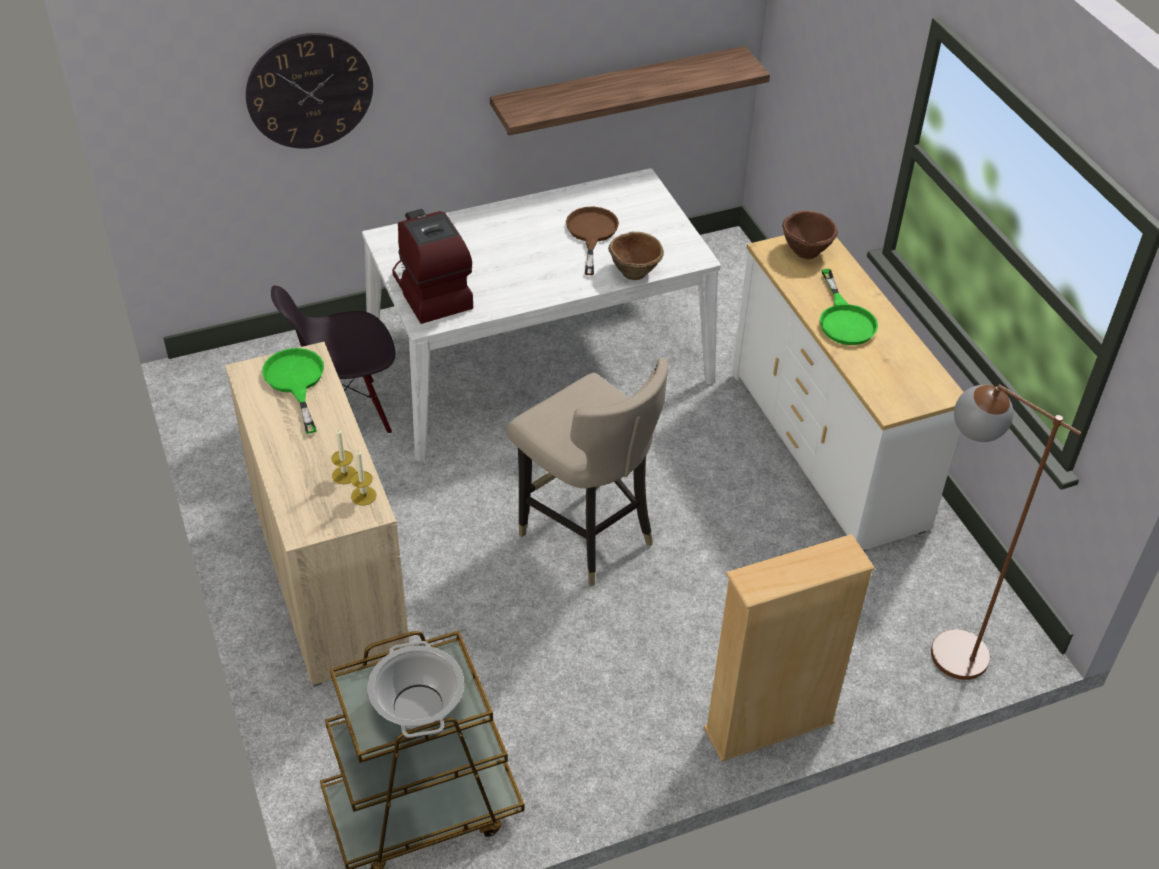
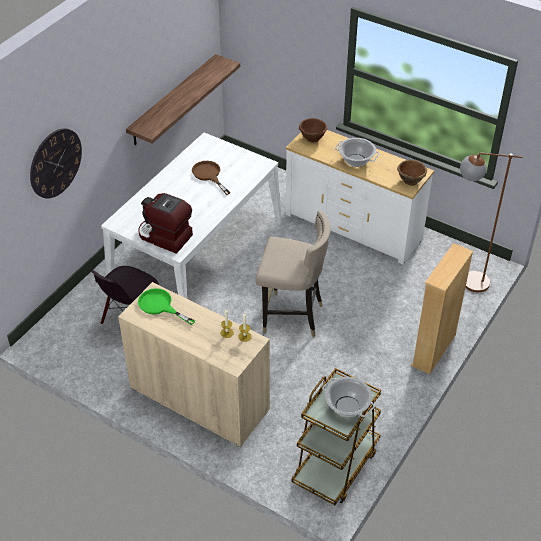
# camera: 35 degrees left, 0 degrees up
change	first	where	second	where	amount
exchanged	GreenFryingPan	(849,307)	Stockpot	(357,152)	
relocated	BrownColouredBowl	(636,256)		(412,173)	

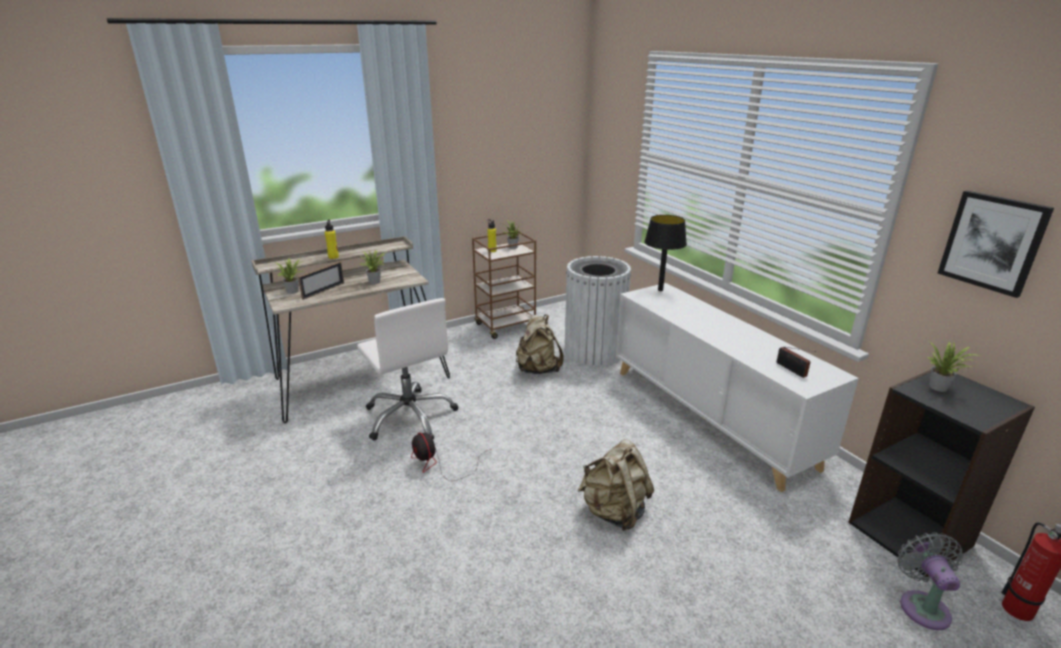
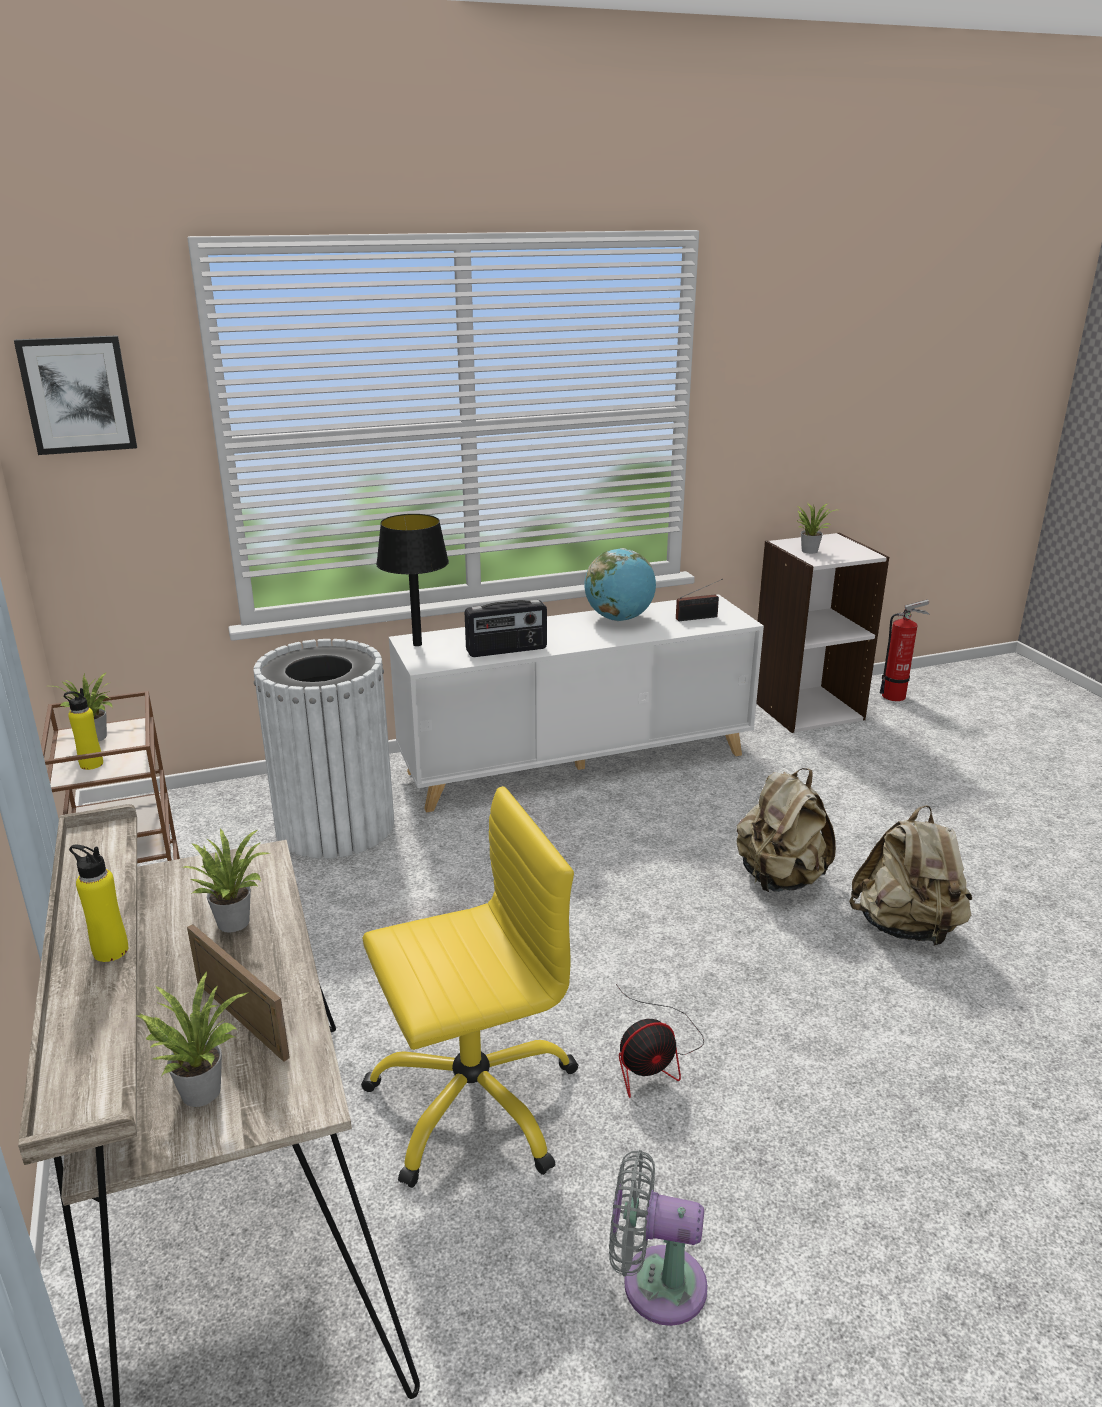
# camera: 80 degrees left, 0 degrees up
change	first	where	second	where	amount
relocated	Picture	(996,244)		(75,395)	
colour	WhiteComputerChair	(408,369)	YellowishComputerChair	(470,987)	
appeared			RadioSet	(506,628)	
appeared			DeskGlobe	(620,584)	
relocated	GrayCoolingFan	(930,581)		(658,1238)	
colour	BlackColouredBookshelf	(941,473)	WhiteBookshelf	(822,633)	
relocated	BeigeColouredKnapsack	(540,344)		(910,875)	

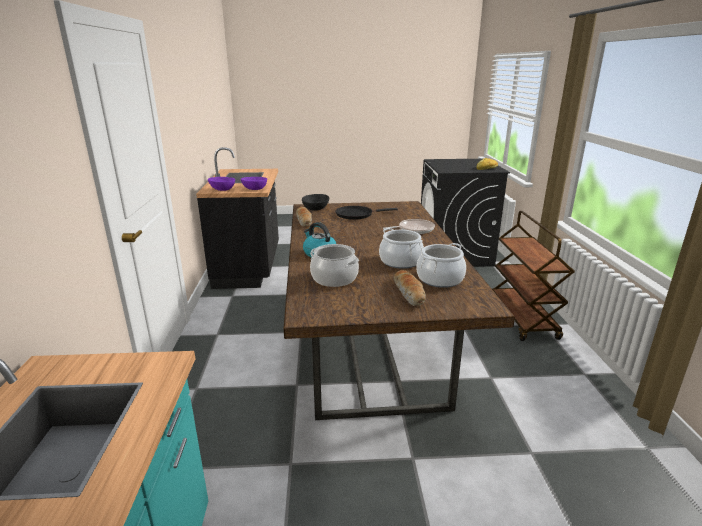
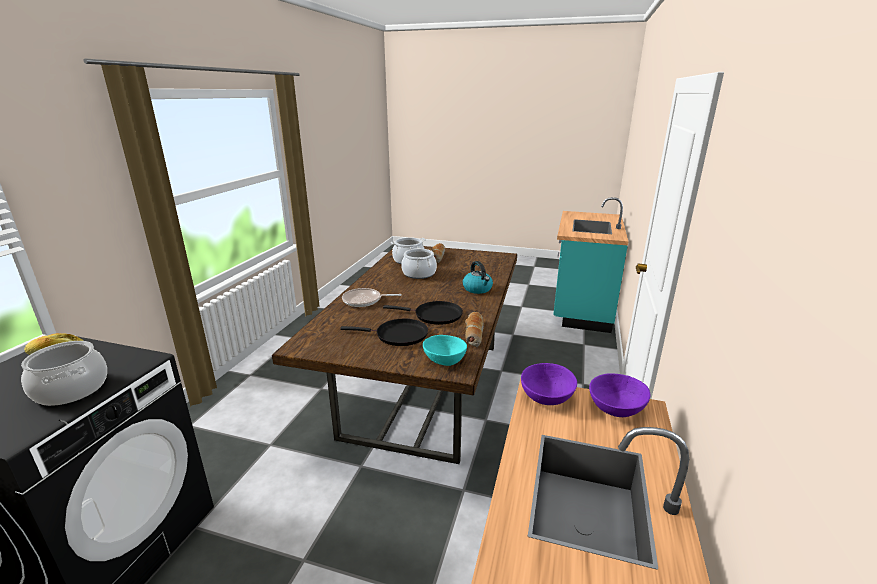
# camera: 160 degrees left, 0 degrees up
change	first	where	second	where	amount
relocated	Stockpot	(334,265)		(64,373)	
appeared			BlackColouredFryingPan	(423,313)	
colour	BlackColouredBowl	(315,202)	TurquoiseBowl	(445,350)	
missing	BrownColouredCart	(533,276)			

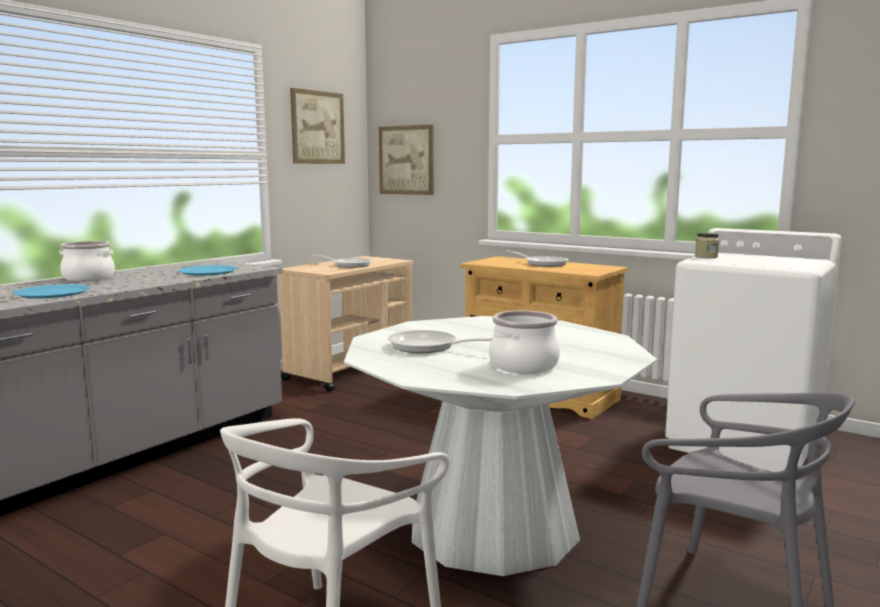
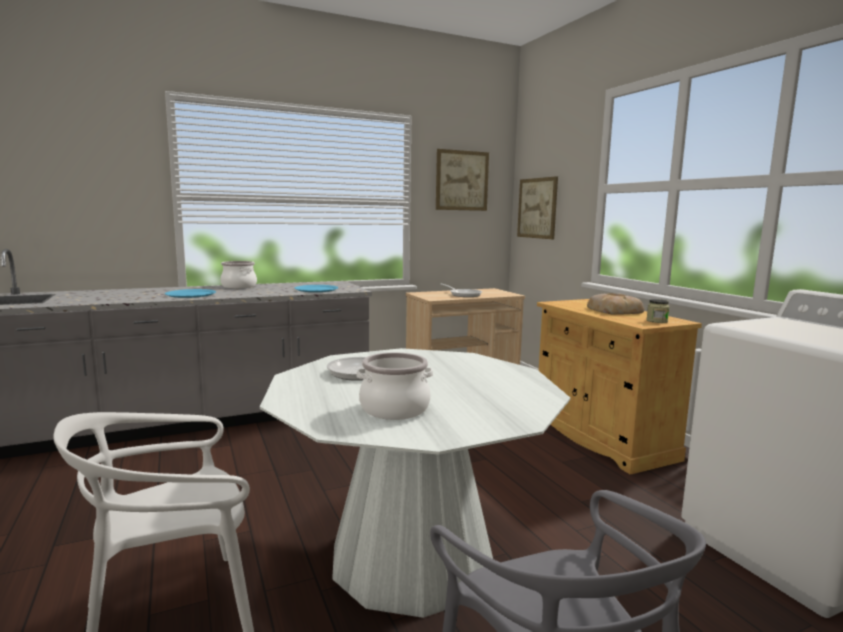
# camera: 30 degrees right, 0 degrees up
change	first	where	second	where	amount
exchanged	FryingPan	(537,258)	BakeryBread	(615,304)	
relocated	Jar	(707,245)		(657,311)	

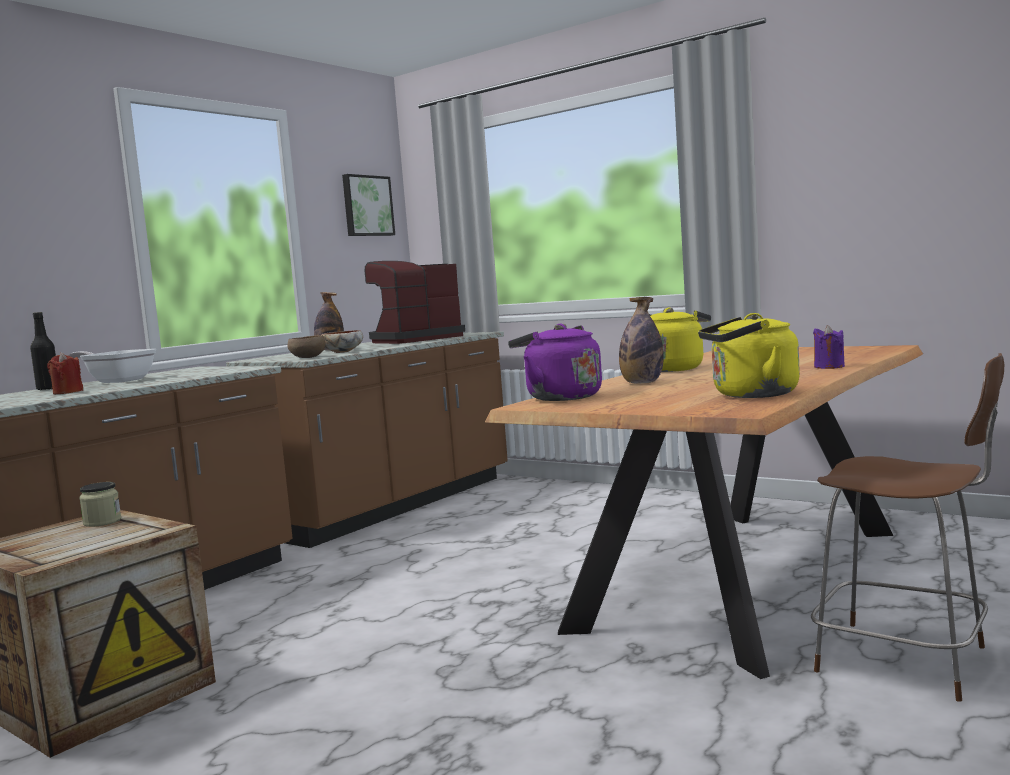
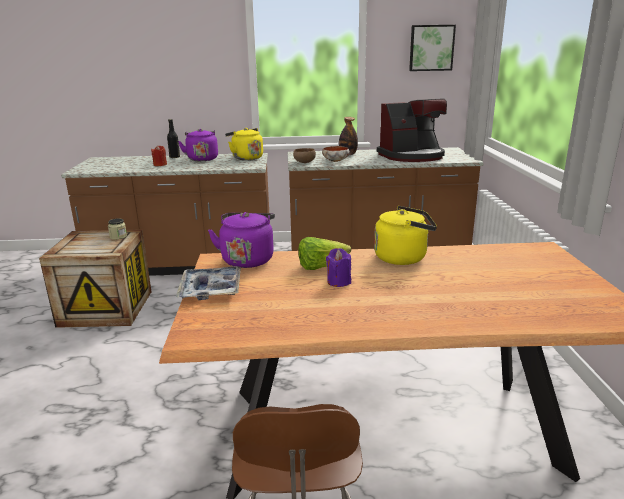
# camera: 50 degrees right, 15 degrees up
change	first	where	second	where	amount
appeared			Tray	(208,283)	
exchanged	FryingPan	(112,366)	PurpleColouredKettle	(198,145)	
relocated	YellowishKettle	(749,355)		(244,144)	
exchanged	Bottle	(641,340)	HeadOfLettuce	(324,253)	
relocated	PurpleColouredCandle	(829,347)		(338,267)	
spun	CoffeeBrewer	(415,302)		(412,130)	150 degrees clockwise

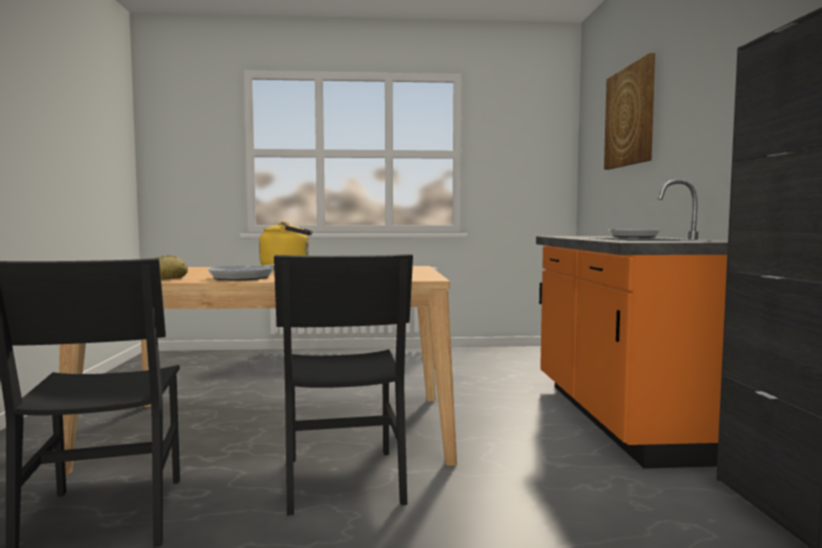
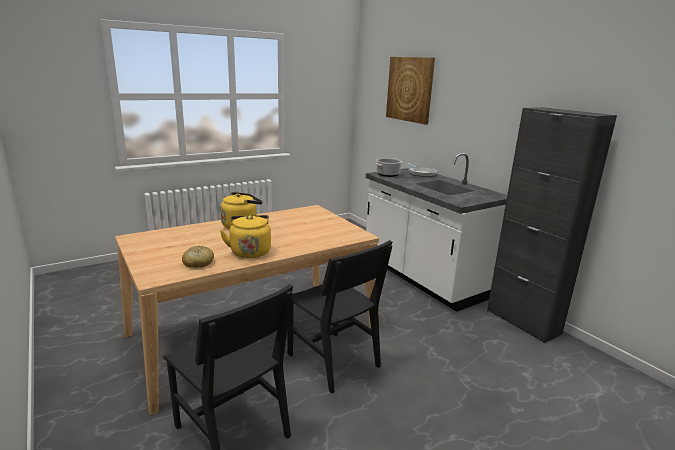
# camera: 30 degrees left, 15 degrees up
change	first	where	second	where	amount
exchanged	FryingPan	(241,272)	YellowishKettle	(245,236)	
colour	OrangeyKitchenBaseUnit	(632,324)	WhiteKitchenBaseUnit	(436,232)	
appeared			Stockpot	(388,167)	

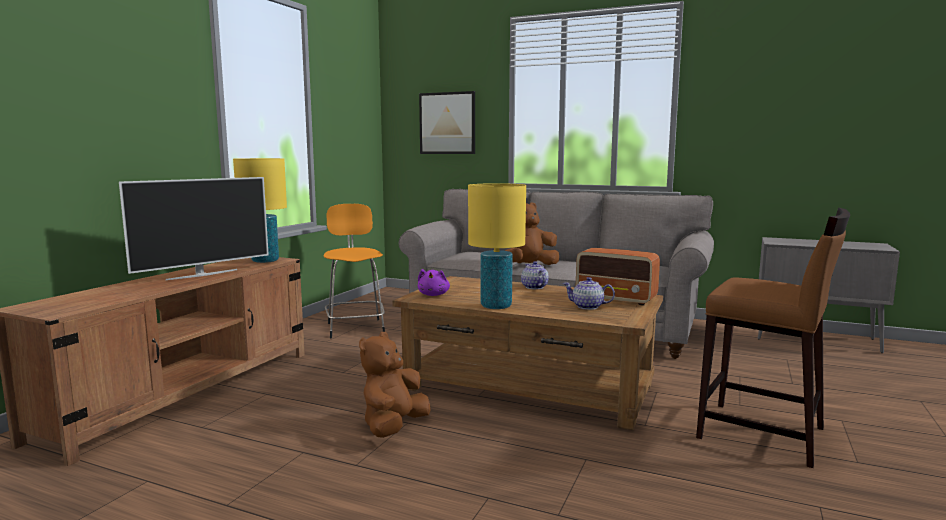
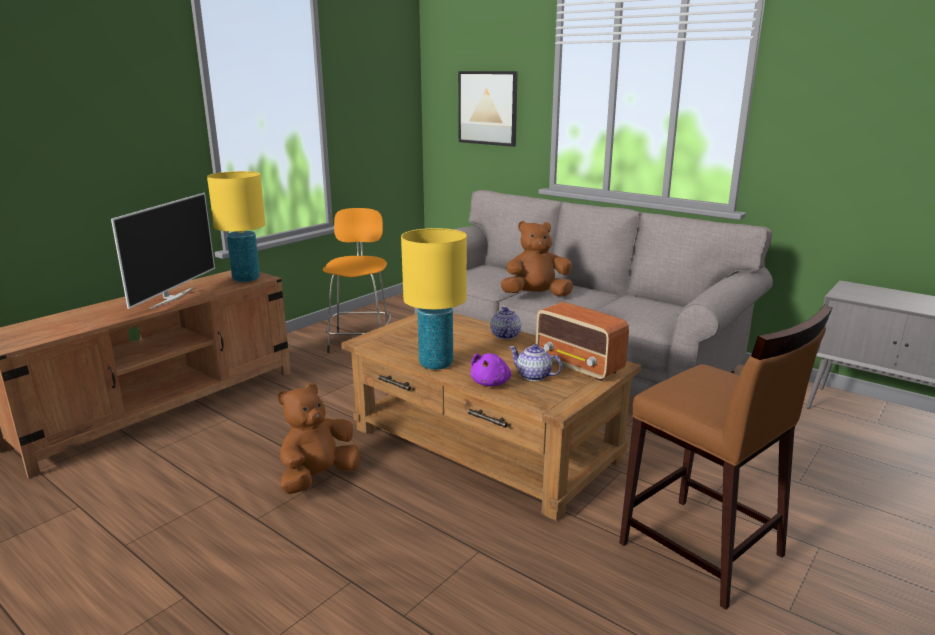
# camera: 15 degrees right, 10 degrees up
change	first	where	second	where	amount
spun	Television	(194,228)		(163,251)	45 degrees counterclockwise
relocated	PurpleColouredCuddlyToy	(434,282)		(491,369)	

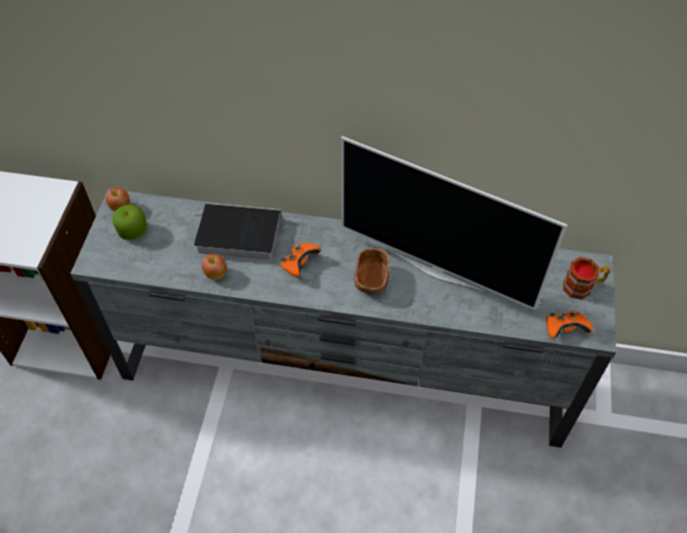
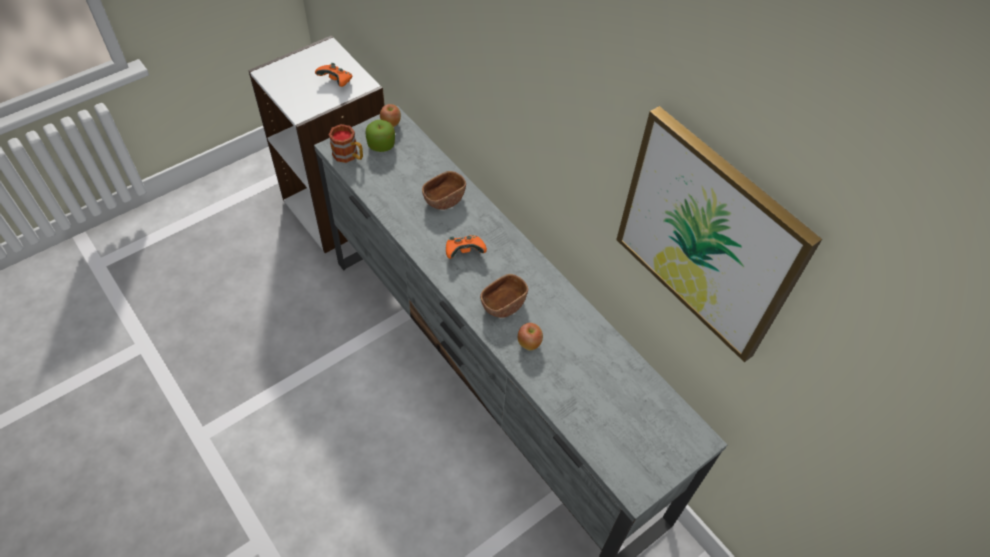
# camera: 40 degrees right, 0 degrees up
change	first	where	second	where	amount
relocated	OrangeyJoypad	(569,325)		(334,75)	
relocated	CoffeeMug	(586,278)		(346,143)	
exchanged	BoundBook	(237,232)	BrownColouredBowl	(444,190)	
relocated	Apple	(214,267)		(530,336)	
appeared			Picture	(719,234)	
missing	Television	(454,223)			

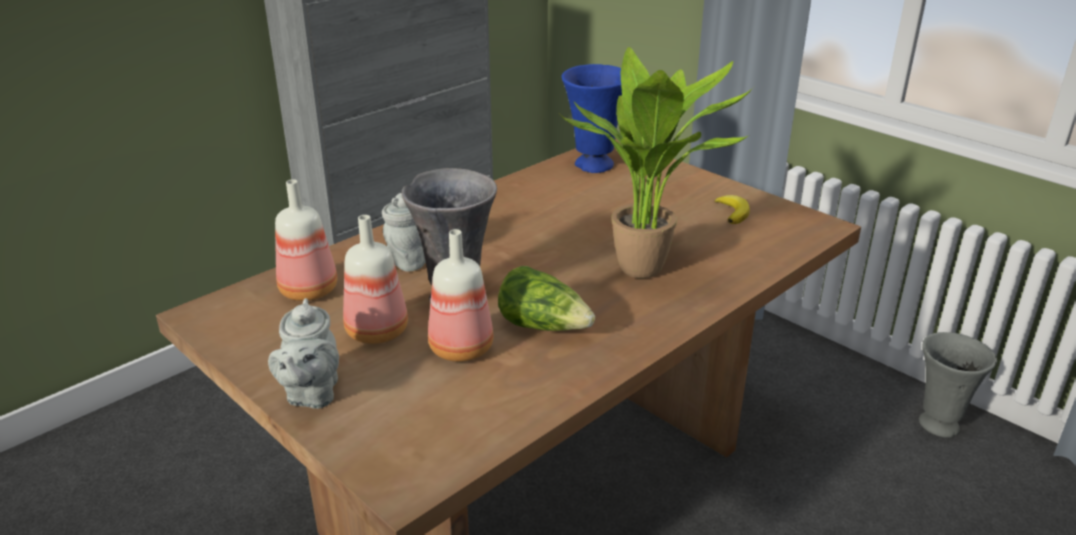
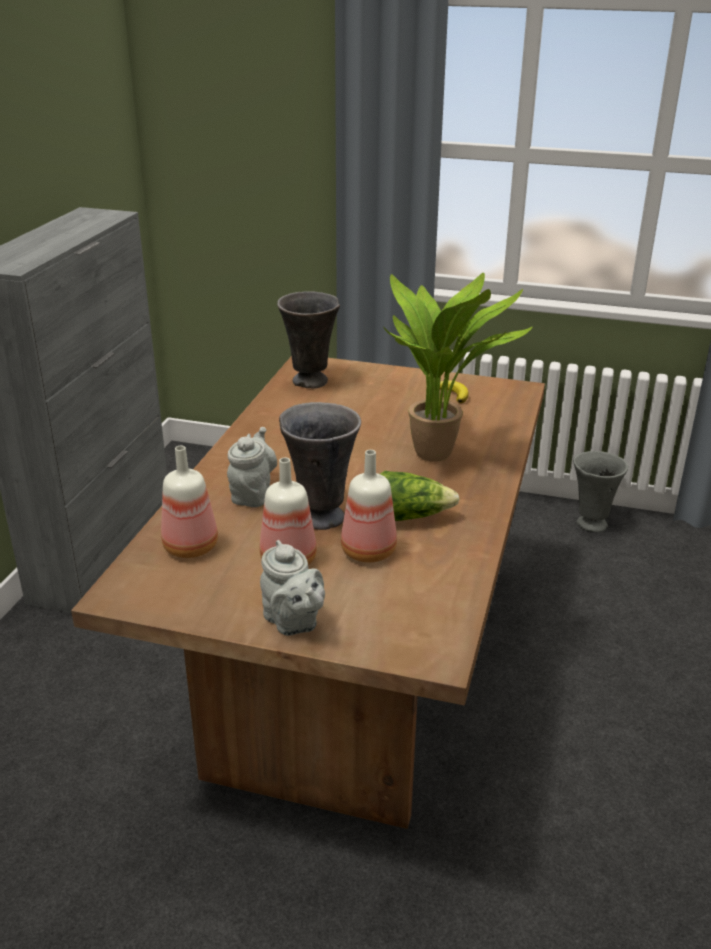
# camera: 30 degrees left, 0 degrees up
change	first	where	second	where	amount
colour	BlueVase	(592,118)	GrayVase	(308,339)	

